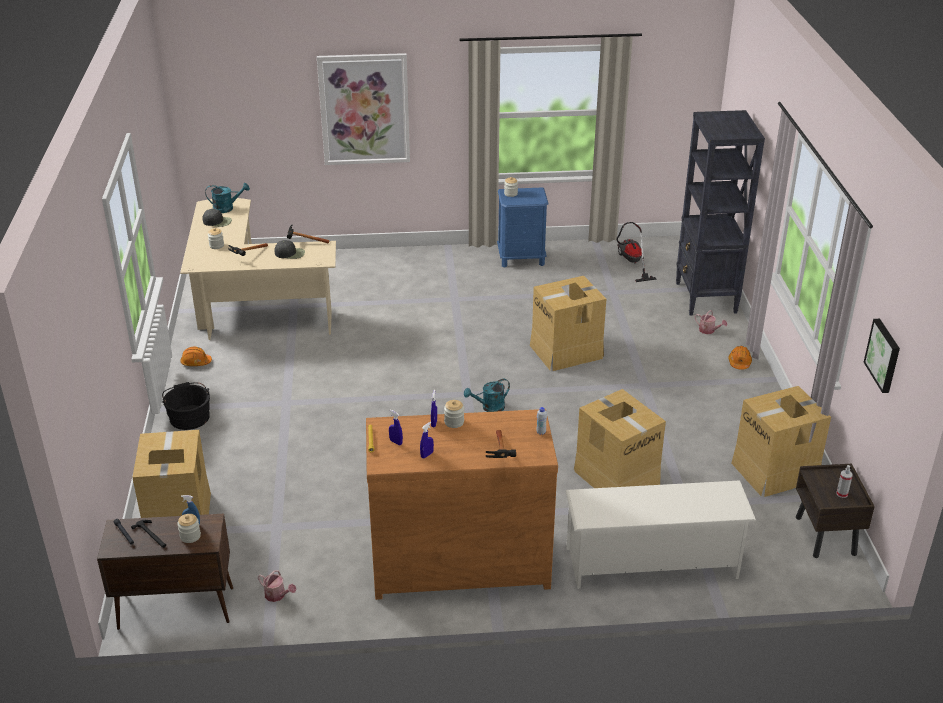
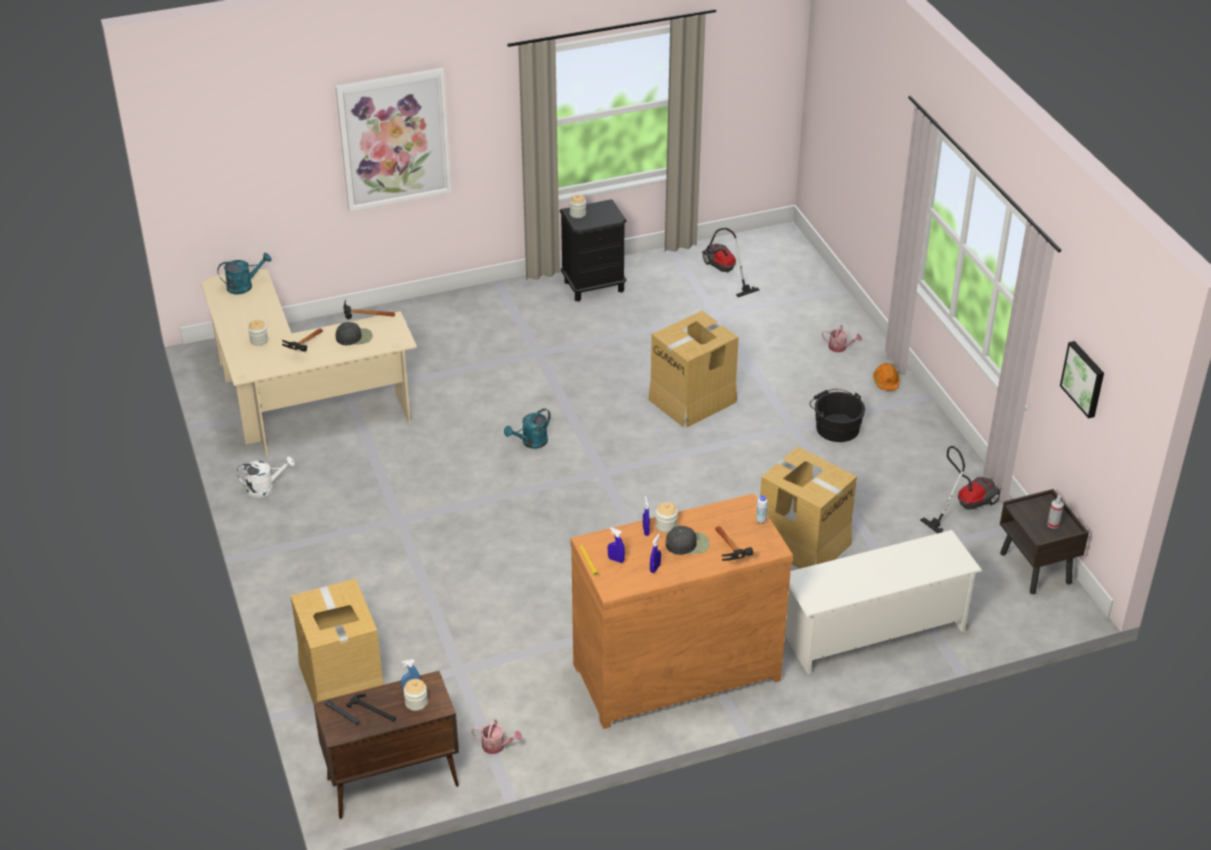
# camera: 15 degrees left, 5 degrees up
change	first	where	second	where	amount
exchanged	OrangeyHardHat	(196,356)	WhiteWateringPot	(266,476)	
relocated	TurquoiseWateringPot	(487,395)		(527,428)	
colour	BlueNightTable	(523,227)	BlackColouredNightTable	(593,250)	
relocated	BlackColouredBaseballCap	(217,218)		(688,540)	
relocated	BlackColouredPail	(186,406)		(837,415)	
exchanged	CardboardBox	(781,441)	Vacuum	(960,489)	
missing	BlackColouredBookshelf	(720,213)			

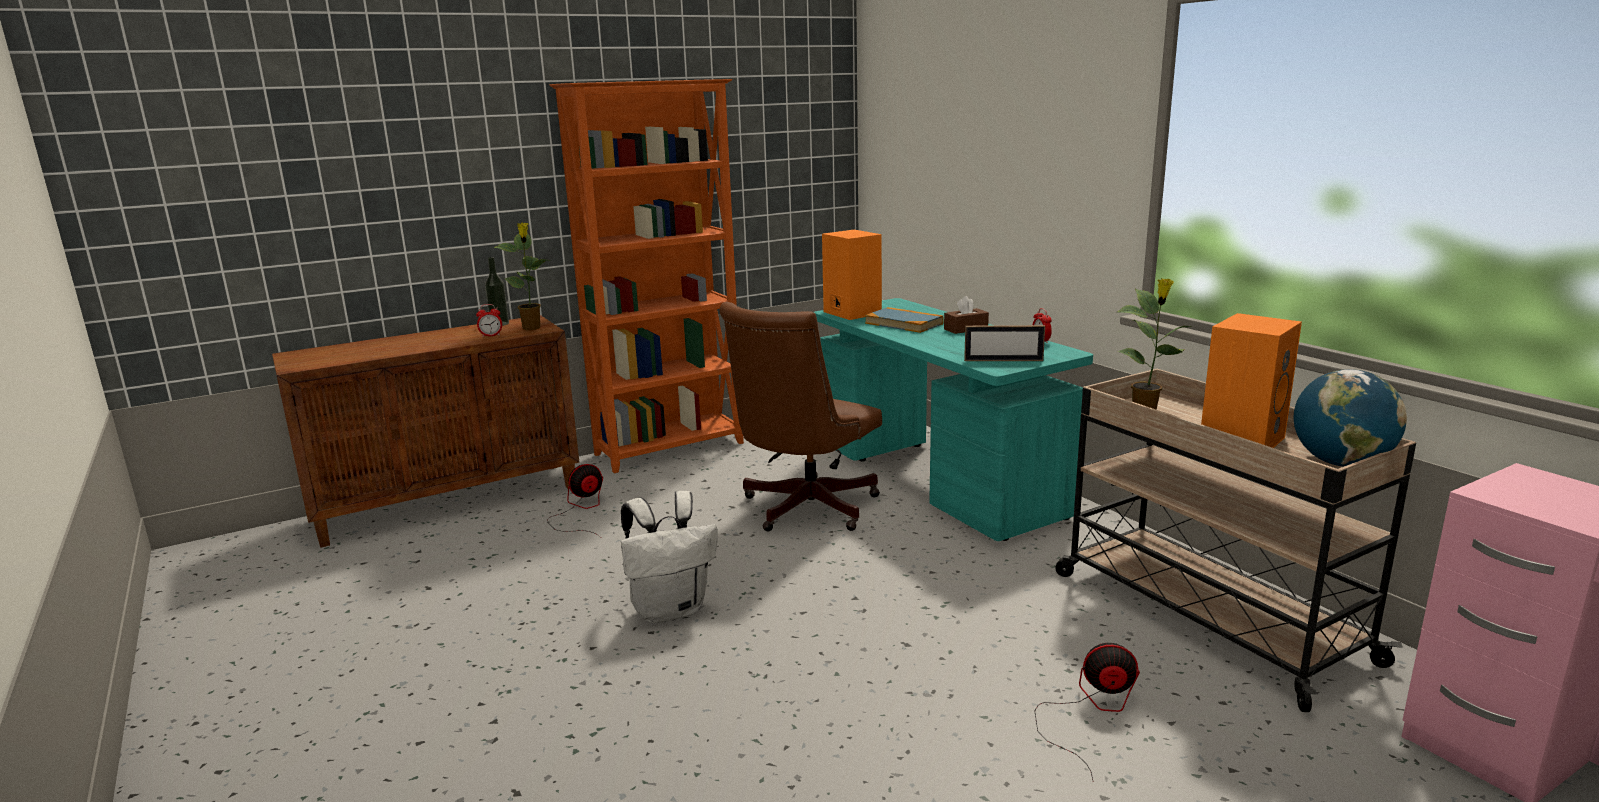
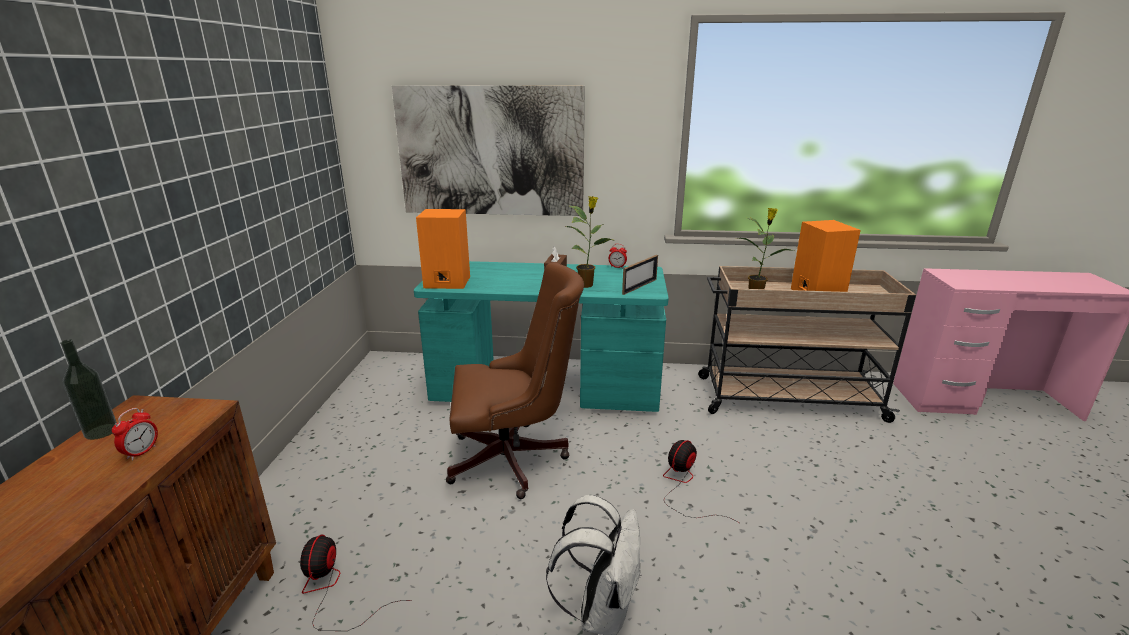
# camera: 55 degrees left, 5 degrees up
change	first	where	second	where	amount
appeared			Picture	(488,150)	
spun	BrownColouredComputerChair	(801,417)		(515,380)	75 degrees counterclockwise
relocated	PlantInAPot	(521,276)		(591,242)	
relocated	CoolingFan	(1087,712)		(701,481)	
missing	OrangeyBookshelf	(647,276)			
missing	BoundBook	(904,320)			
missing	DeskGlobe	(1350,418)			

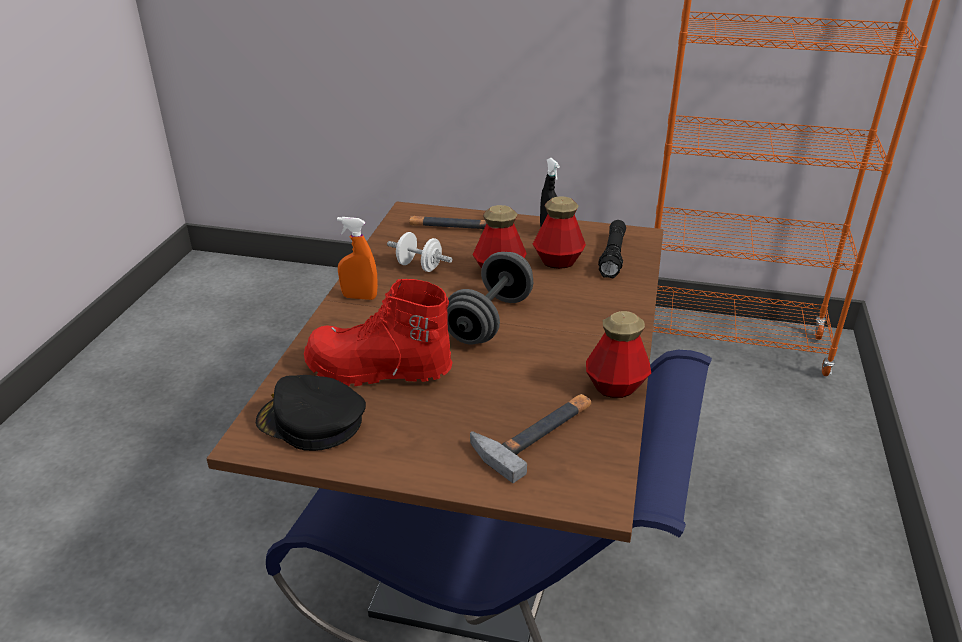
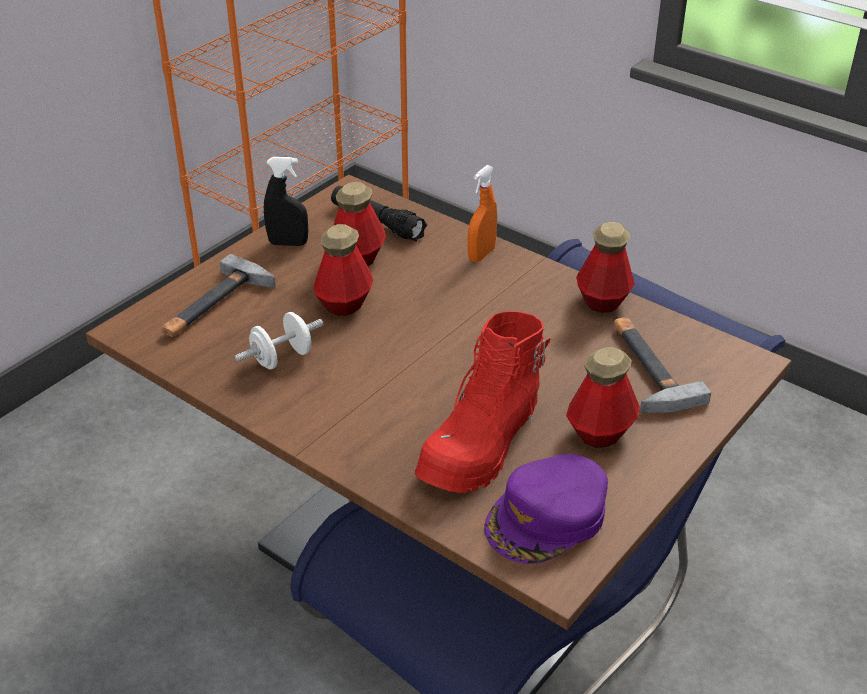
# camera: 65 degrees left, 5 degrees up
change	first	where	second	where	amount
relocated	OrangeyHandSprayer	(357,258)		(482,213)	
colour	BlackColouredBaseballCap	(311,413)	PurpleColouredBaseballCap	(546,508)	
appeared			Bottle	(603,397)	
missing	GrayFreeWeight	(490,298)			

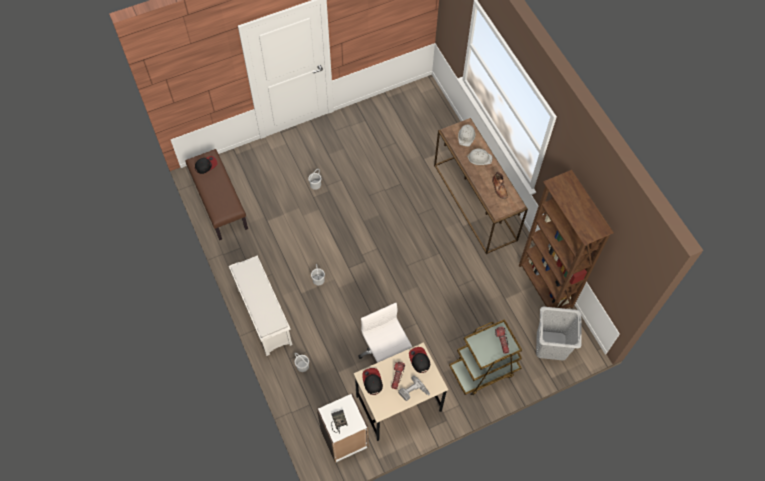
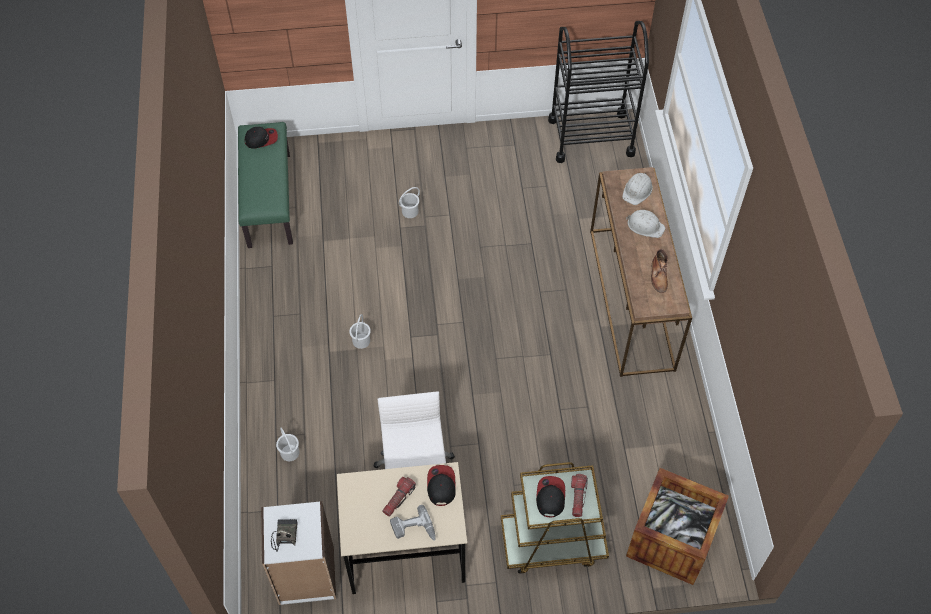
# camera: 20 degrees right, 5 degrees down
change	first	where	second	where	amount
colour	BrownColouredLongSeat	(216,194)	GreenLongSeat	(265,185)	
relocated	BaseballCap	(372,381)		(550,496)	
appeared			BlackColouredCart	(598,92)	
exchanged	GrayLaundryBasket	(559,333)	Crate	(677,526)	
missing	WhiteShoeStand	(260,305)			
missing	BrownColouredBookshelf	(566,239)			

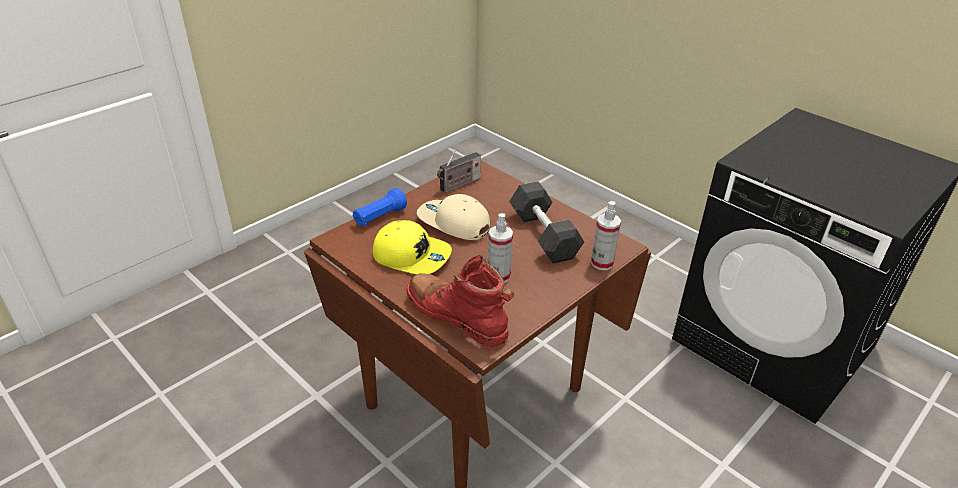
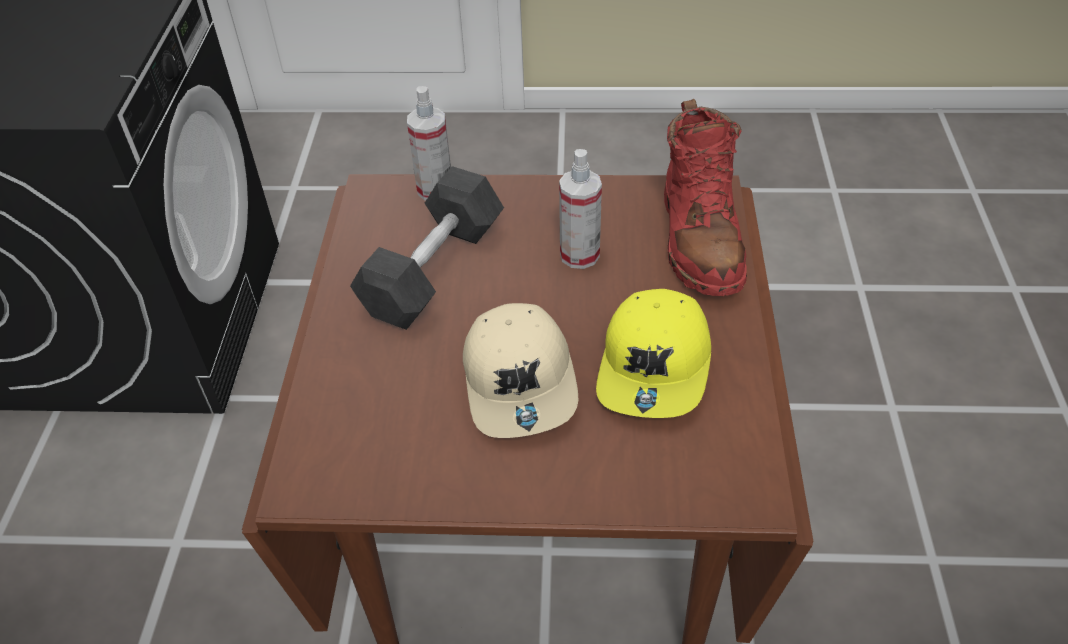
# camera: 130 degrees left, 10 degrees up
change	first	where	second	where	amount
spun	YellowishBaseballCap	(412,247)		(653,353)	150 degrees counterclockwise
missing	BlueFlashlight	(379,207)			
missing	RadioSet	(459,171)			

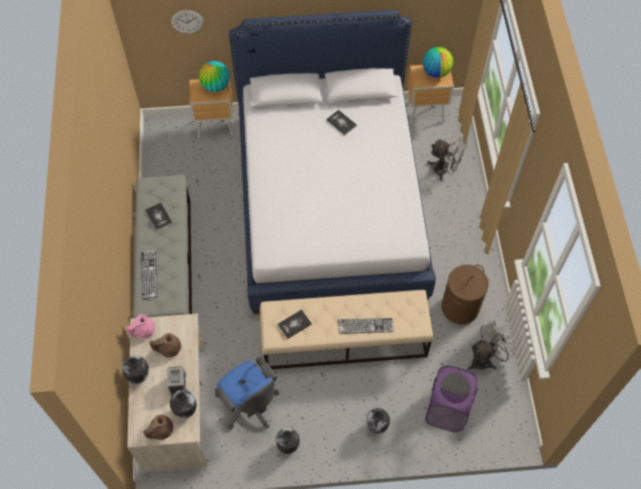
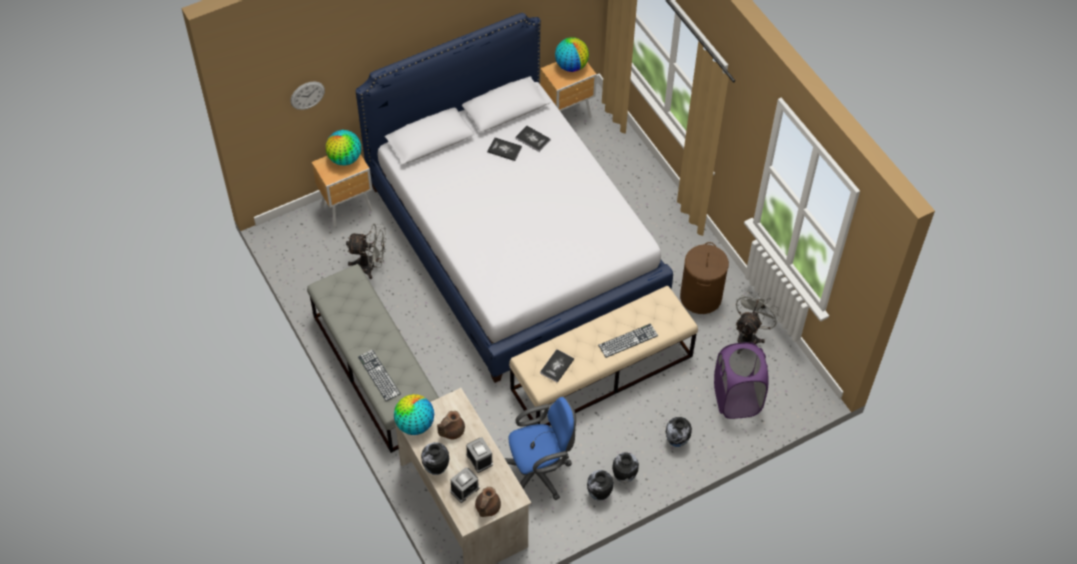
# camera: 25 degrees left, 5 degrees down
change	first	where	second	where	amount
relocated	GrayCoolingFan	(447,159)		(366,251)	
exchanged	PinkPotForTea	(140,326)	DeskGlobe	(414,414)	
appeared			TableClock	(465,485)	
spun	BlueComputerChair	(247,393)		(540,448)	45 degrees counterclockwise
relocated	BoundBook	(158,216)		(533,138)	
relocated	Vase	(183,404)		(625,467)	

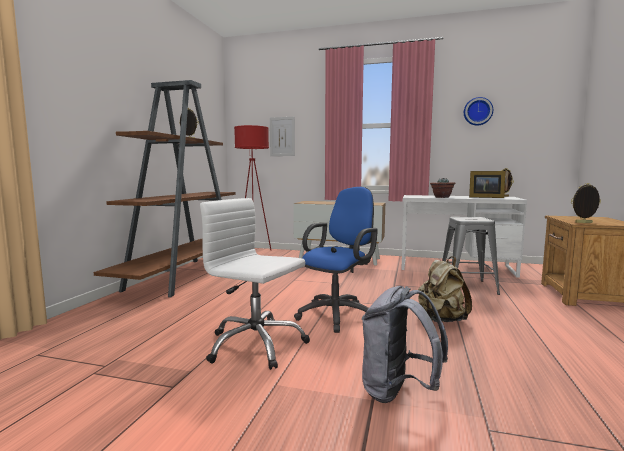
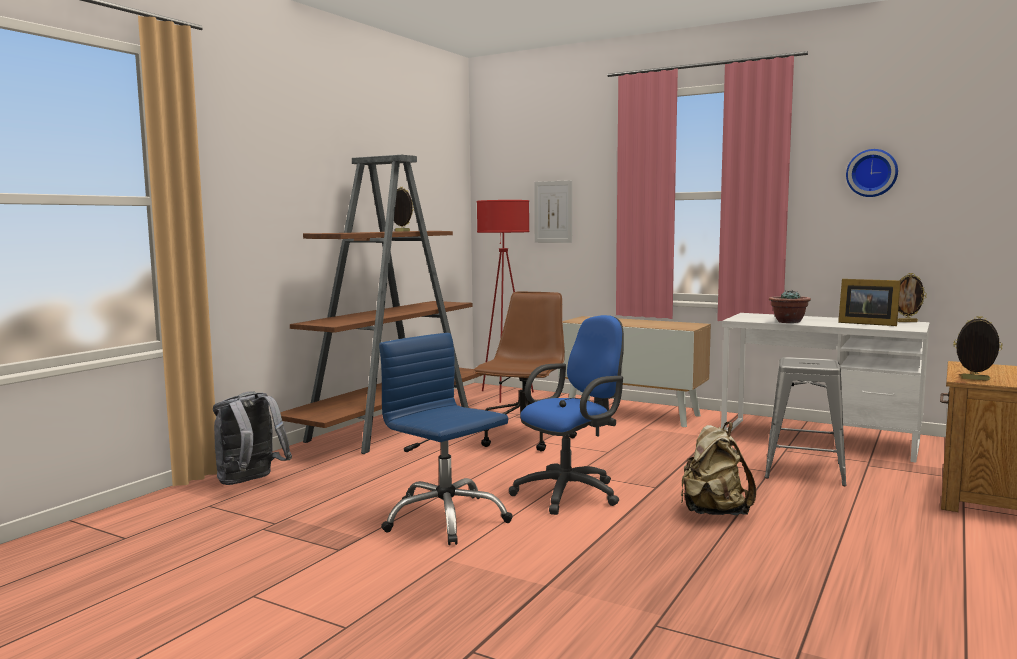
# camera: 15 degrees right, 0 degrees up
change	first	where	second	where	amount
relocated	GrayKnapsack	(405,344)		(252,438)	
colour	WhiteComputerChair	(255,284)	BlueComputerChair	(446,439)	
appeared			BrownColouredComputerChair	(525,371)	

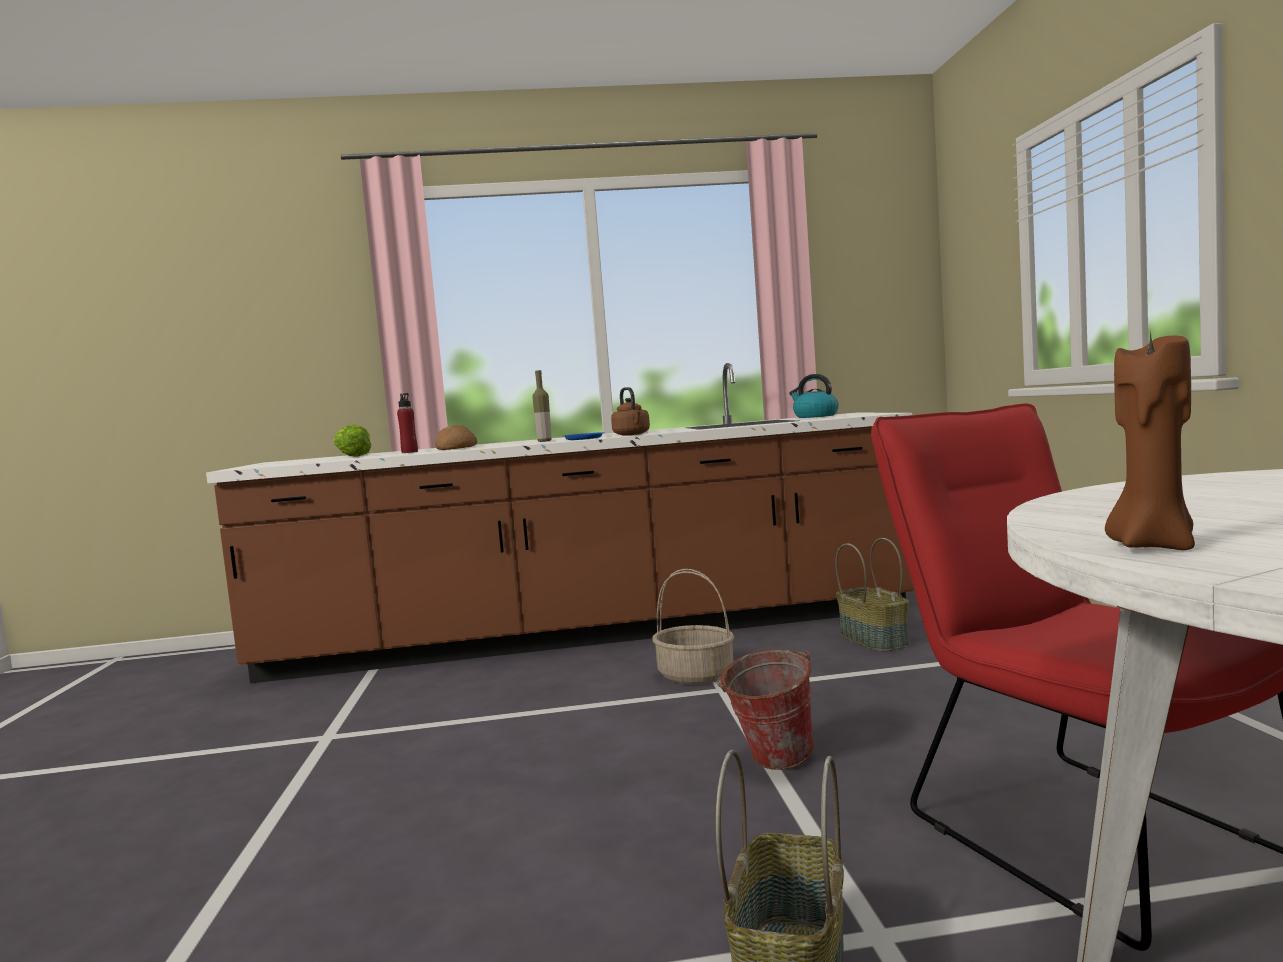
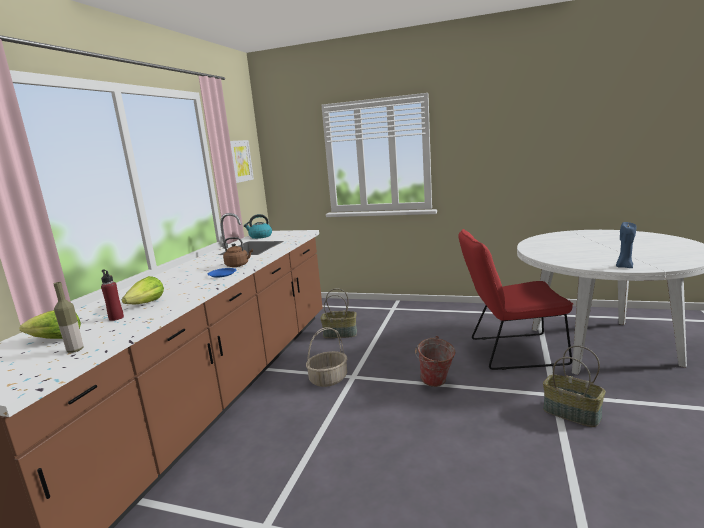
# camera: 65 degrees left, 10 degrees up
change	first	where	second	where	amount
relocated	Bottle	(542,406)		(68,317)	
exchanged	BakeryBread	(456,437)	HeadOfLettuce	(143,290)	
appeared			Picture	(242,161)	
colour	BrownColouredCandle	(1150,440)	BlueCandle	(626,245)	

